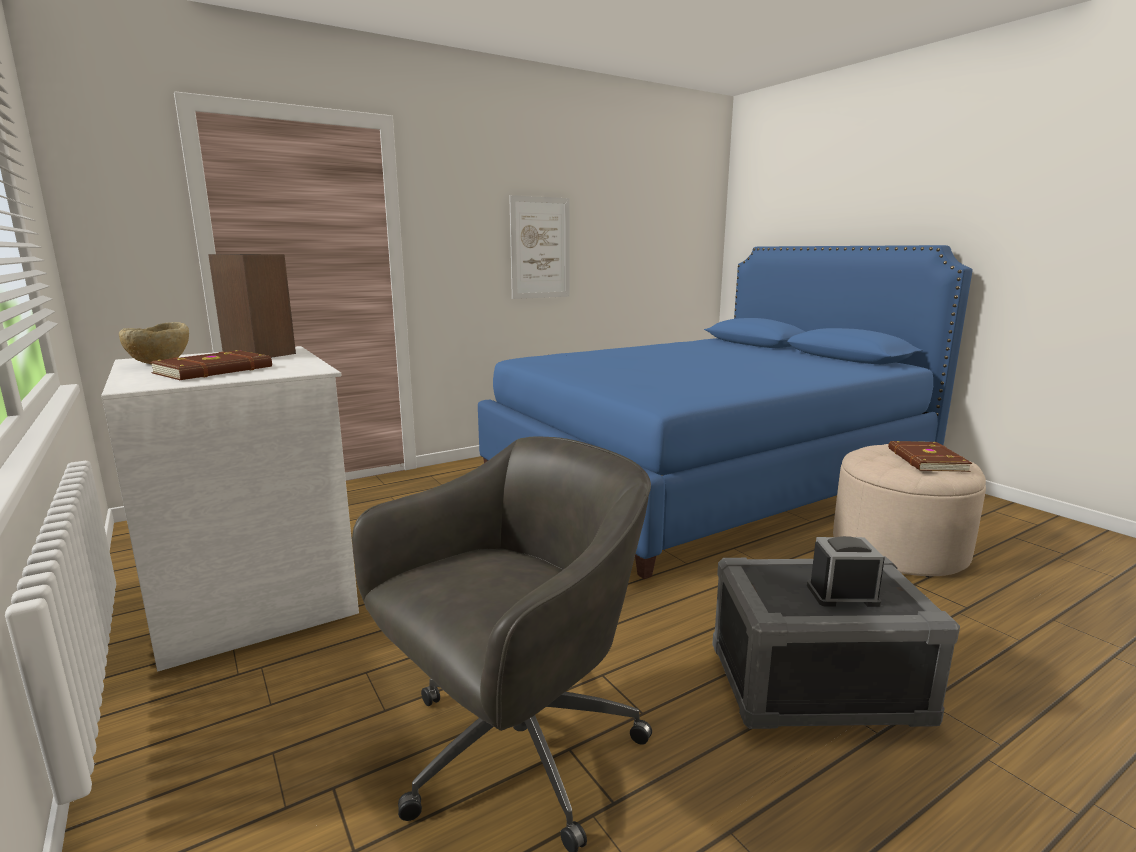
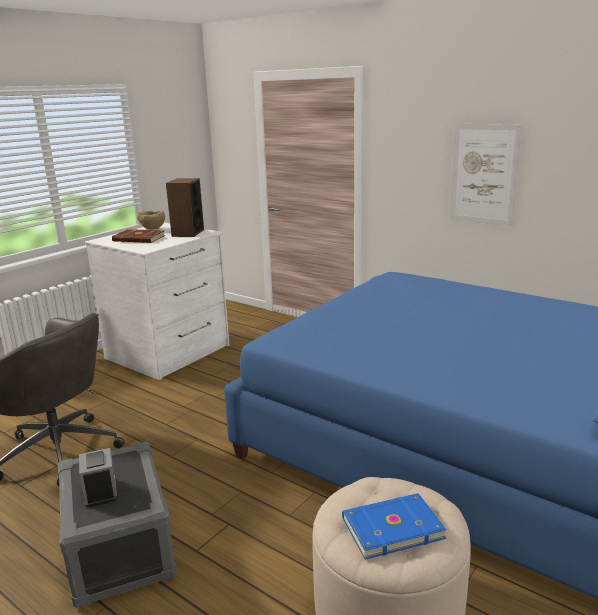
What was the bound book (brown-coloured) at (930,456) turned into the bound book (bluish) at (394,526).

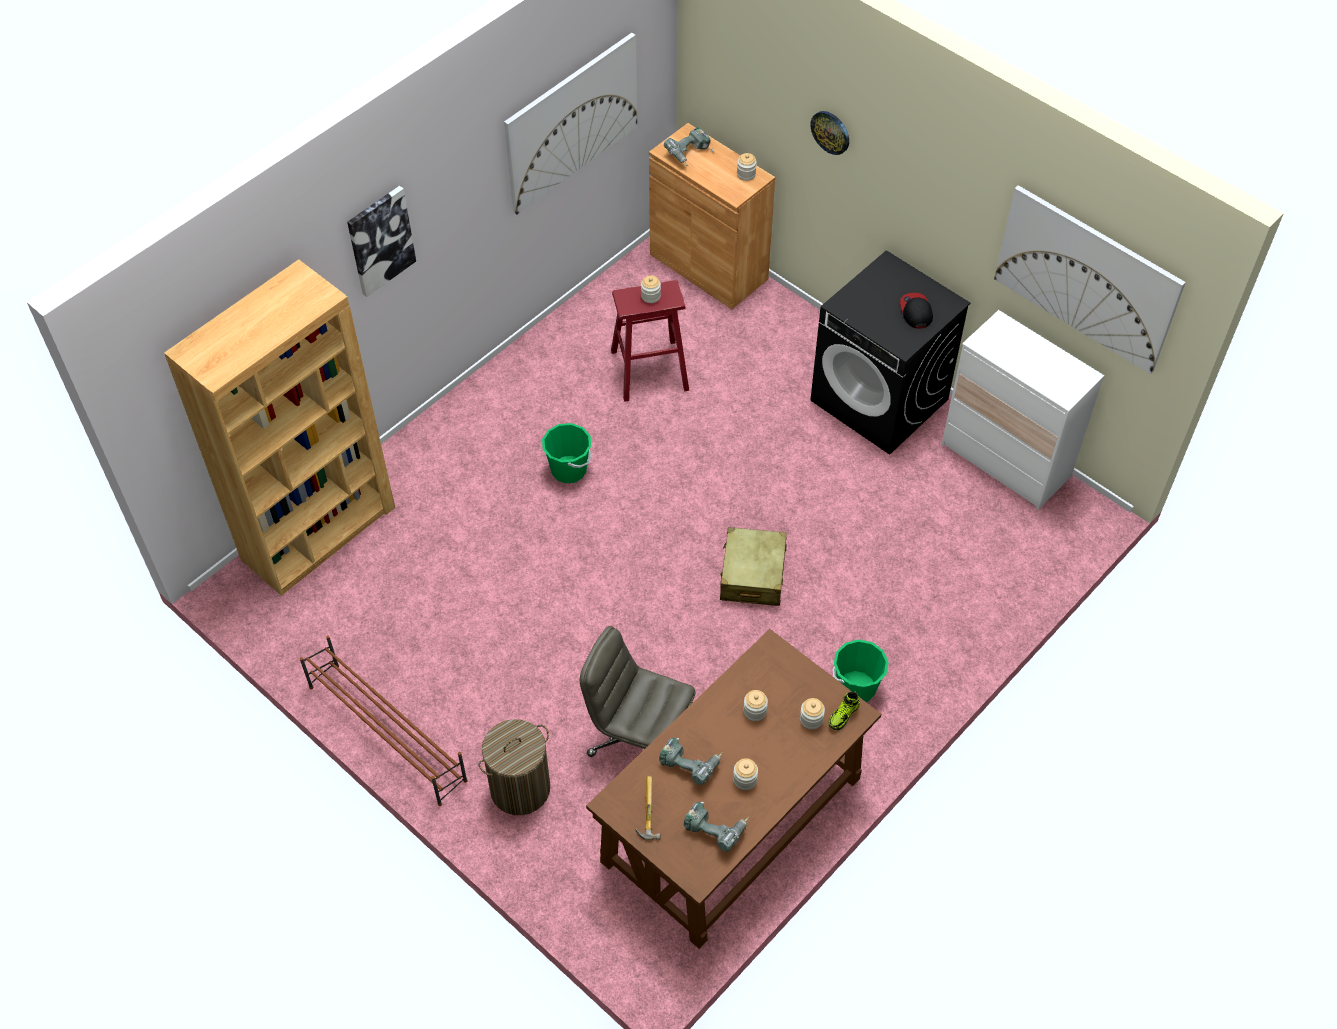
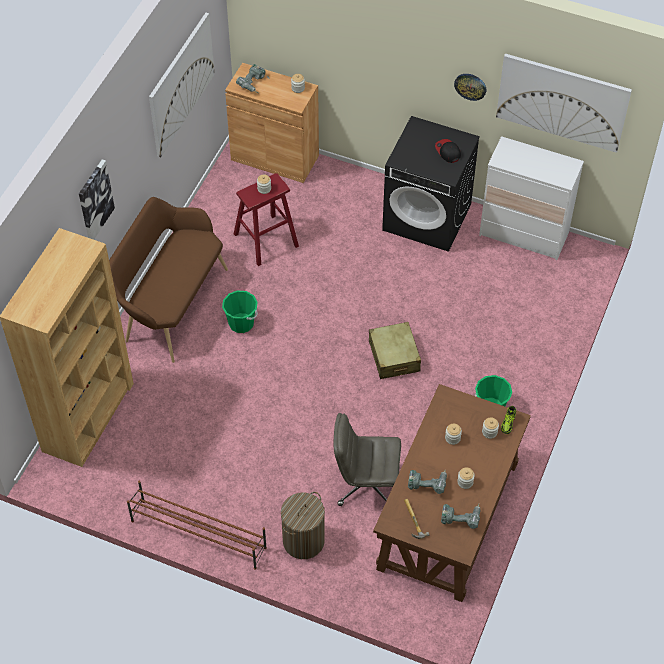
The wall clock ended up elsewhere, having gone from (829,133) to (470,87).
The second view gained the bench (brown-coloured) at (168,280).

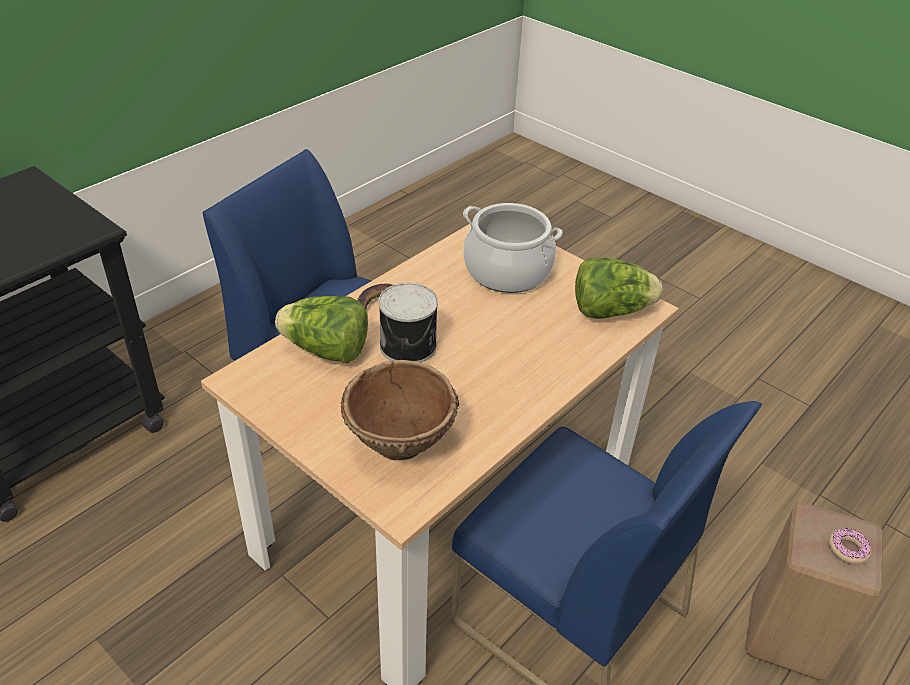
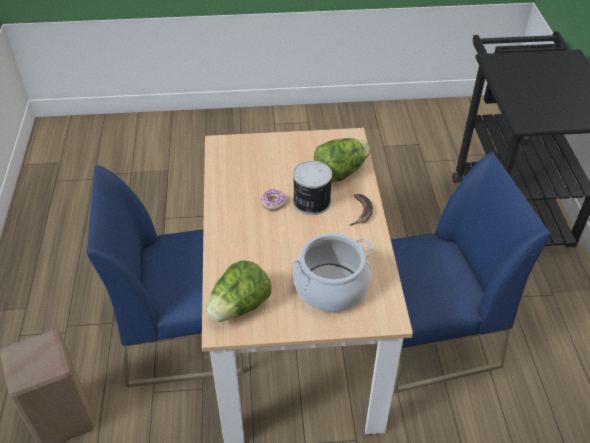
The second view lost the serving bowl (brown-coloured) at (400,410).
The doughnut ended up elsewhere, having gone from (850,546) to (273,199).

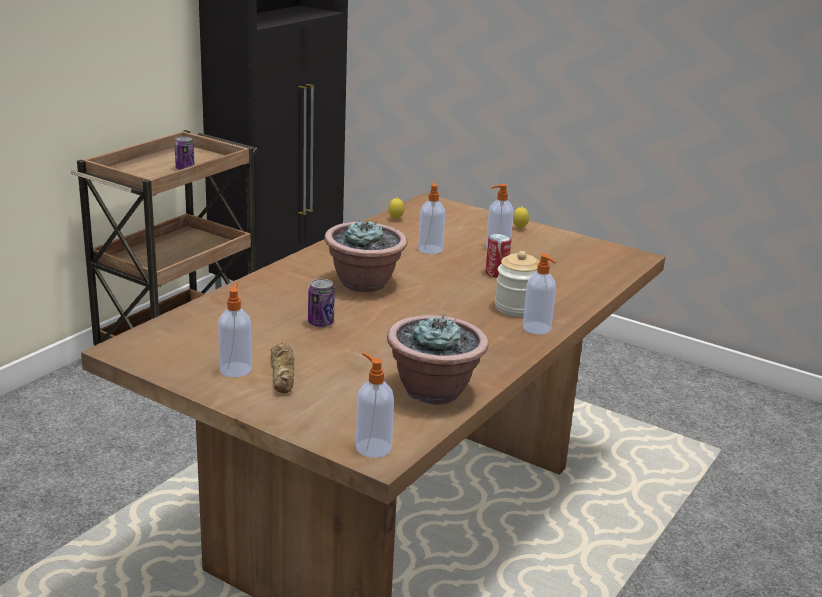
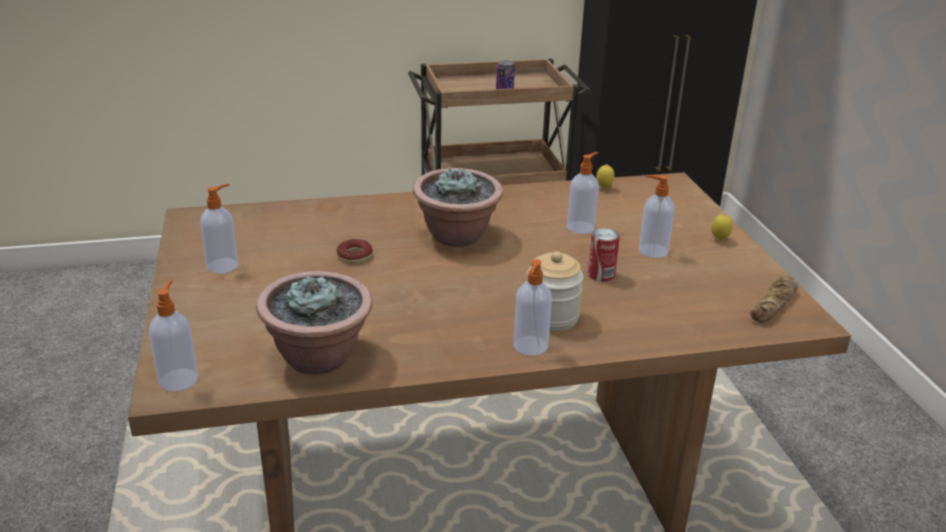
Where the metal can stood at (321,303), the doughnut came to stand at (355,251).
The bakery bread ended up elsewhere, having gone from (282,368) to (774,299).

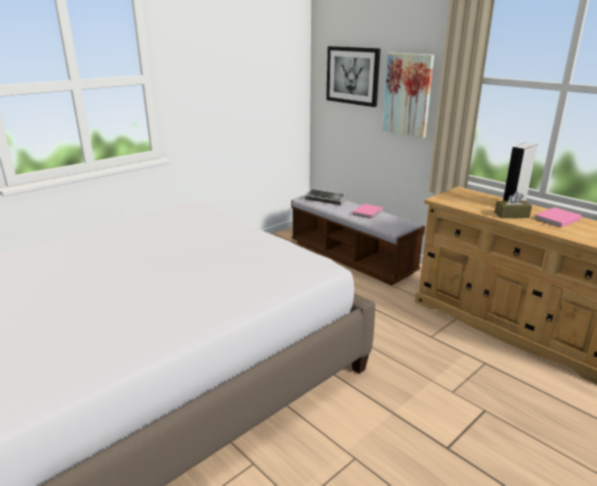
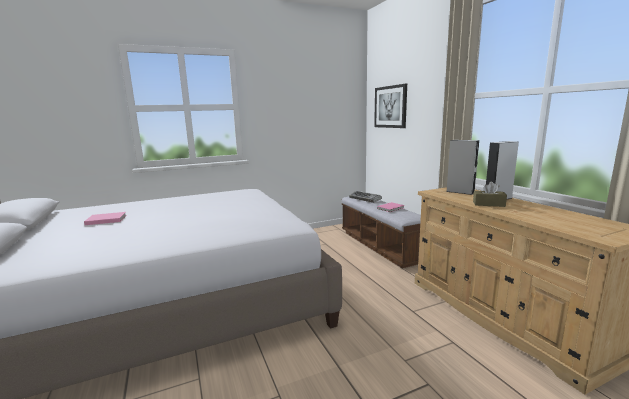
The second view lost the wall art at (408,95).
The bound book (pink-coloured) ended up elsewhere, having gone from (558,217) to (105,218).
The second view gained the speaker (gray) at (462,167).

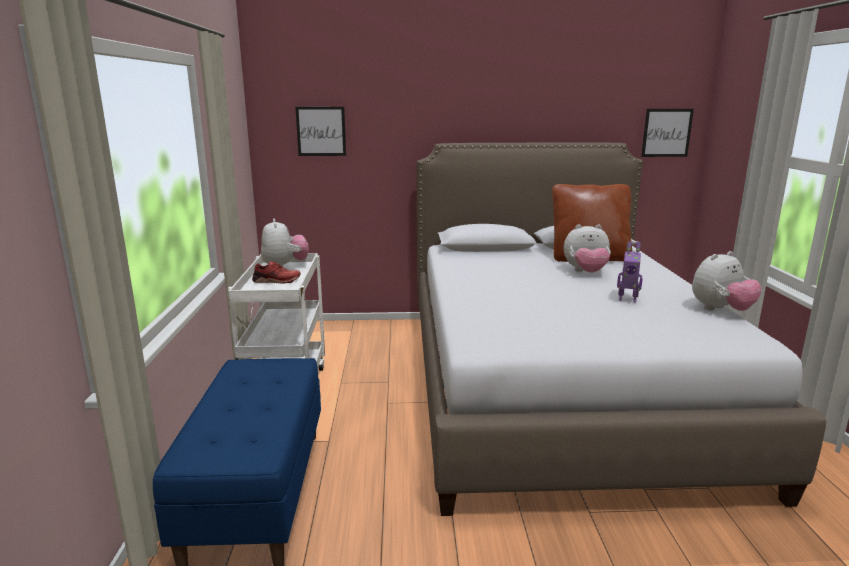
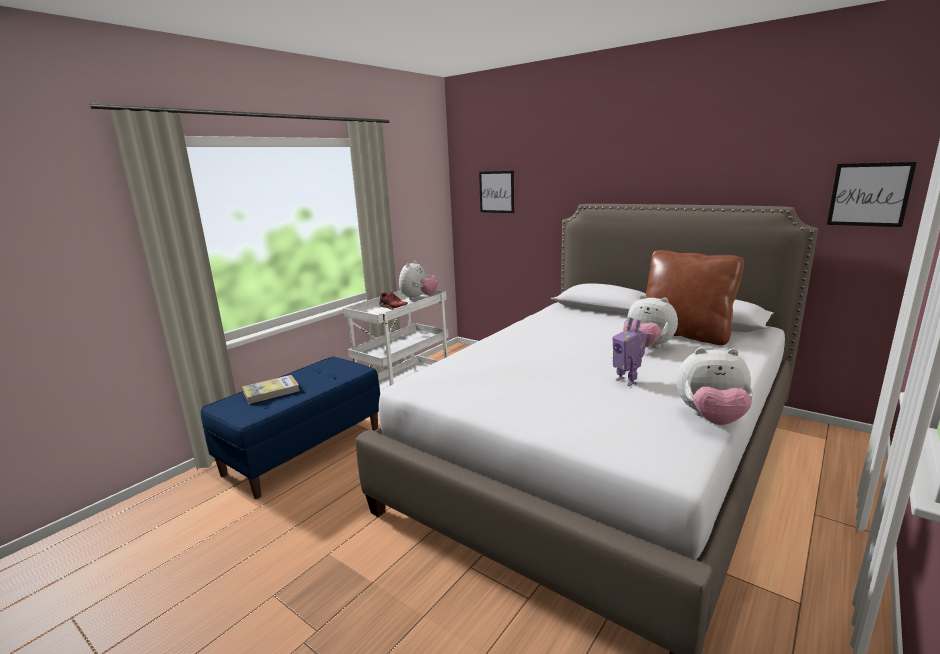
The second view gained the bound book at (271,389).

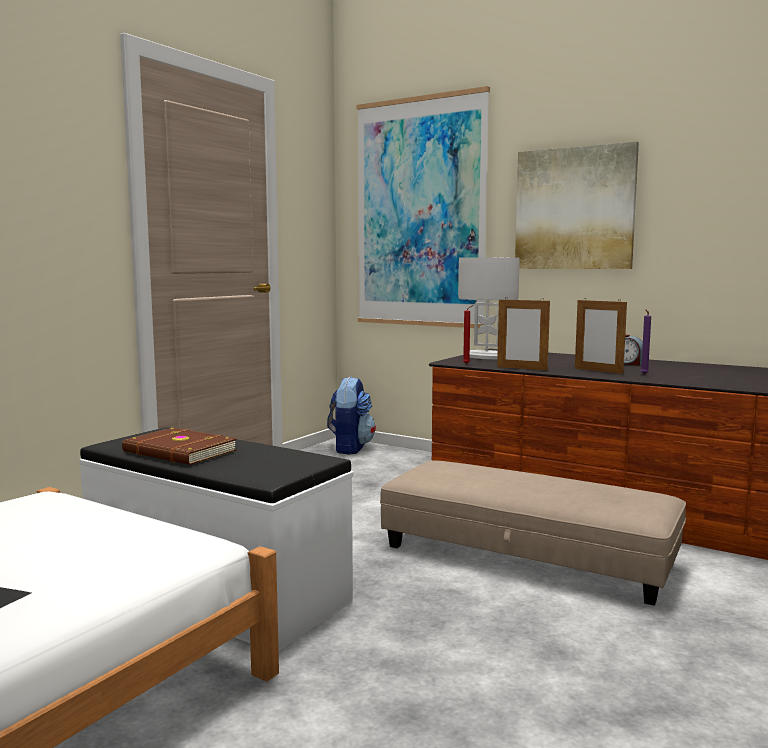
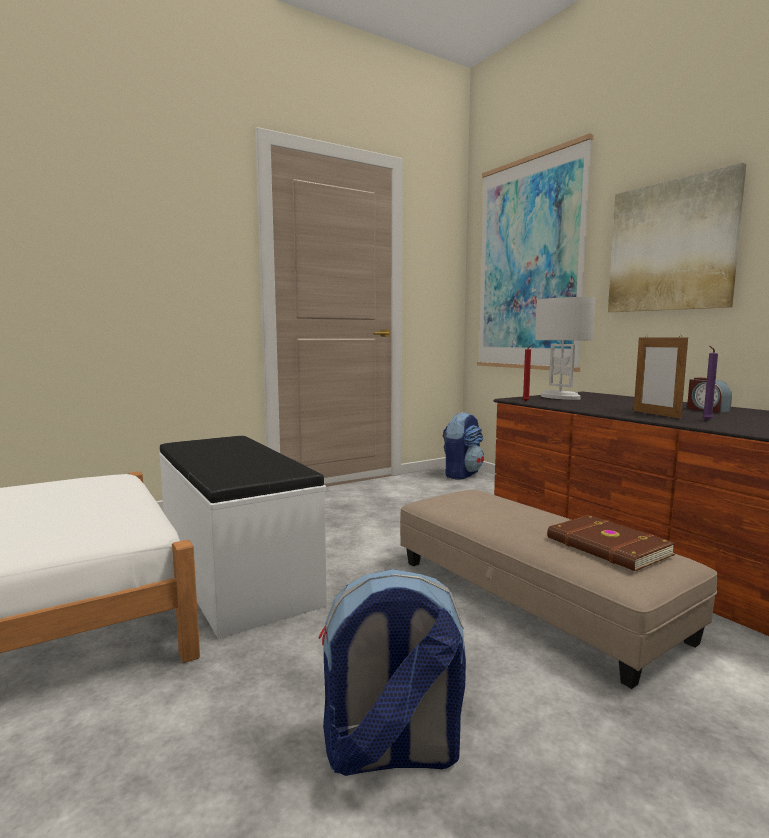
The second view lost the photo frame at (523,333).
The bound book (brown-coloured) ended up elsewhere, having gone from (179,446) to (611,543).
The second view gained the knapsack at (392,672).

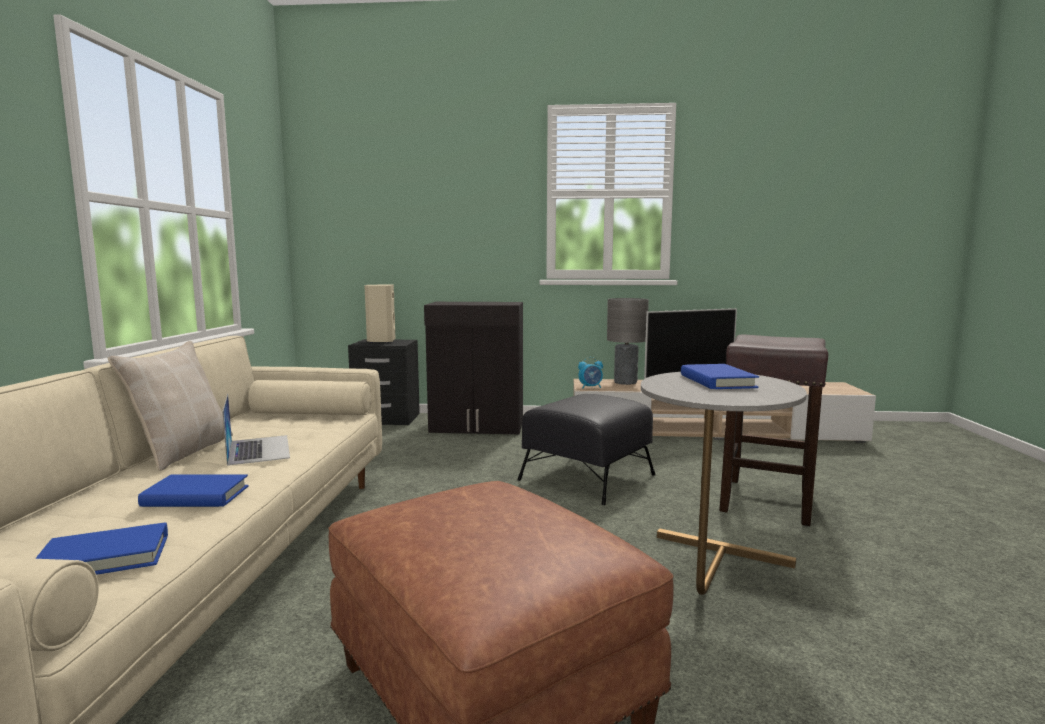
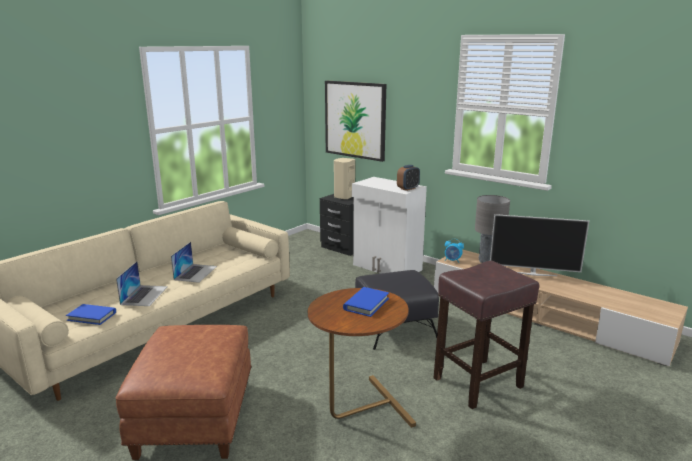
What was the storage cabinet (black) at (473,368) turned into the storage cabinet (whitish) at (389,225).
The second view lost the pillow (sand-coloured) at (170,406).
What was the end table (gray) at (724,483) turned into the end table (brown-coloured) at (362,358).
Where the bound book (bluish) stood at (193,490), the laptop came to stand at (142,283).
The second view gained the wall art at (355,121).
The second view gained the bedside clock at (408,178).

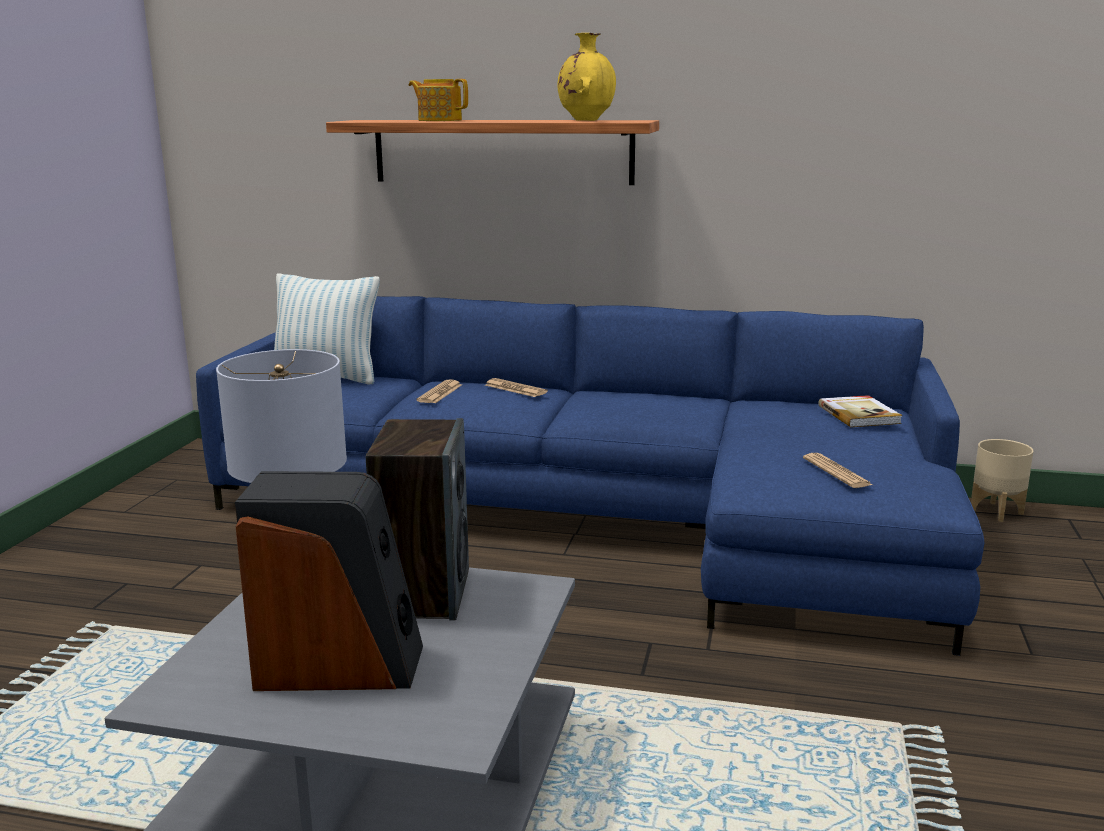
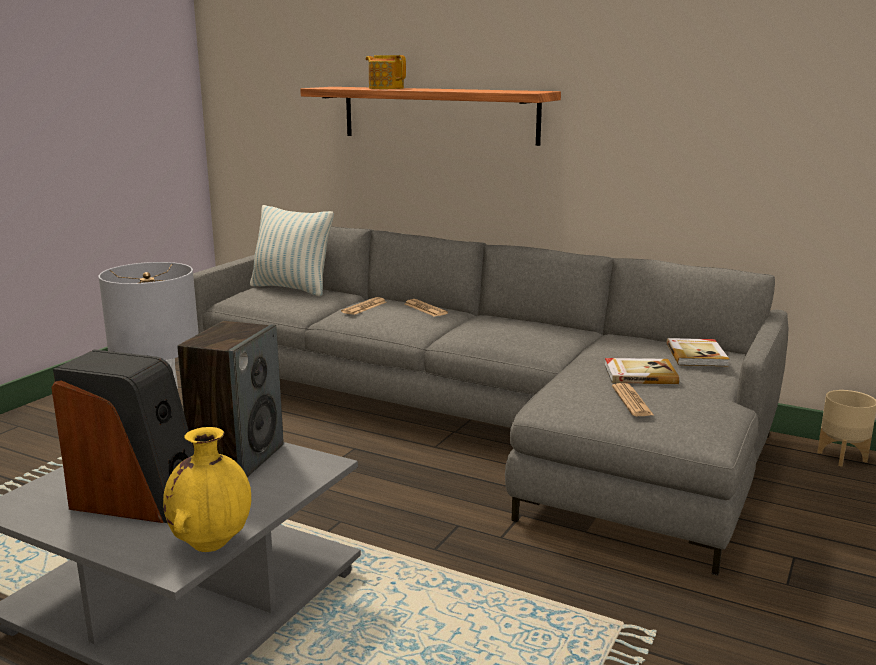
The vase (yellowish) ended up elsewhere, having gone from (587,77) to (207,489).
What was the sofa (bluish) at (590,476) turned into the sofa (gray) at (490,400).
The second view gained the bound book at (641,371).

